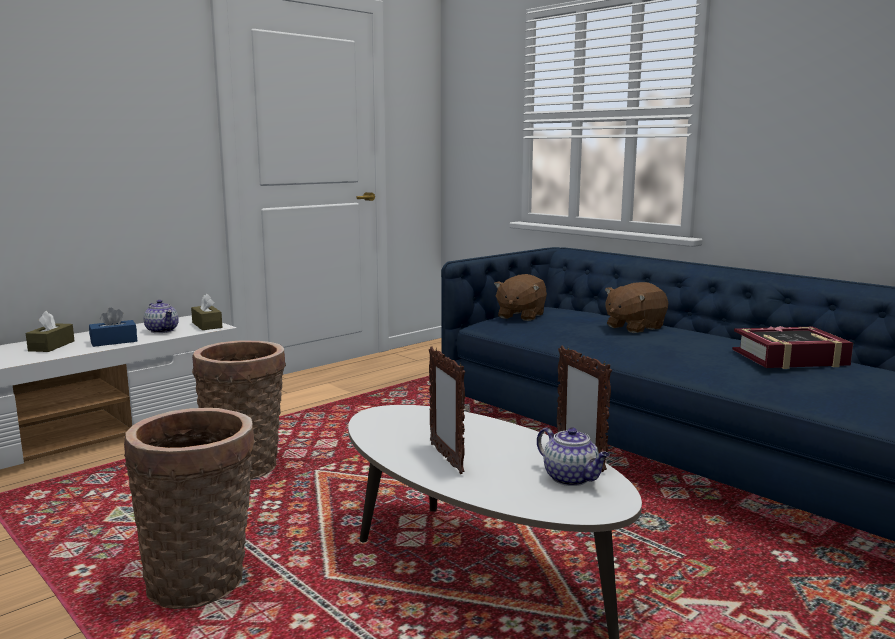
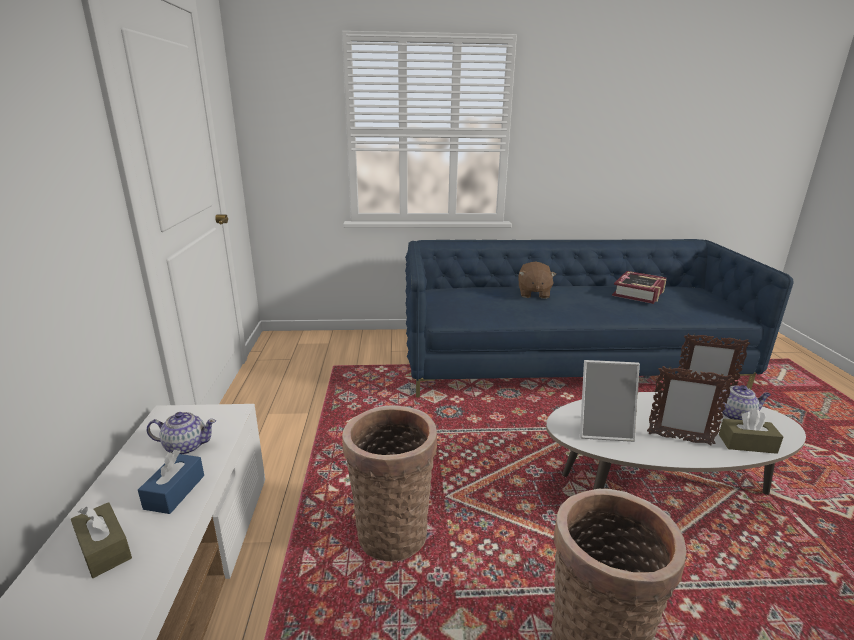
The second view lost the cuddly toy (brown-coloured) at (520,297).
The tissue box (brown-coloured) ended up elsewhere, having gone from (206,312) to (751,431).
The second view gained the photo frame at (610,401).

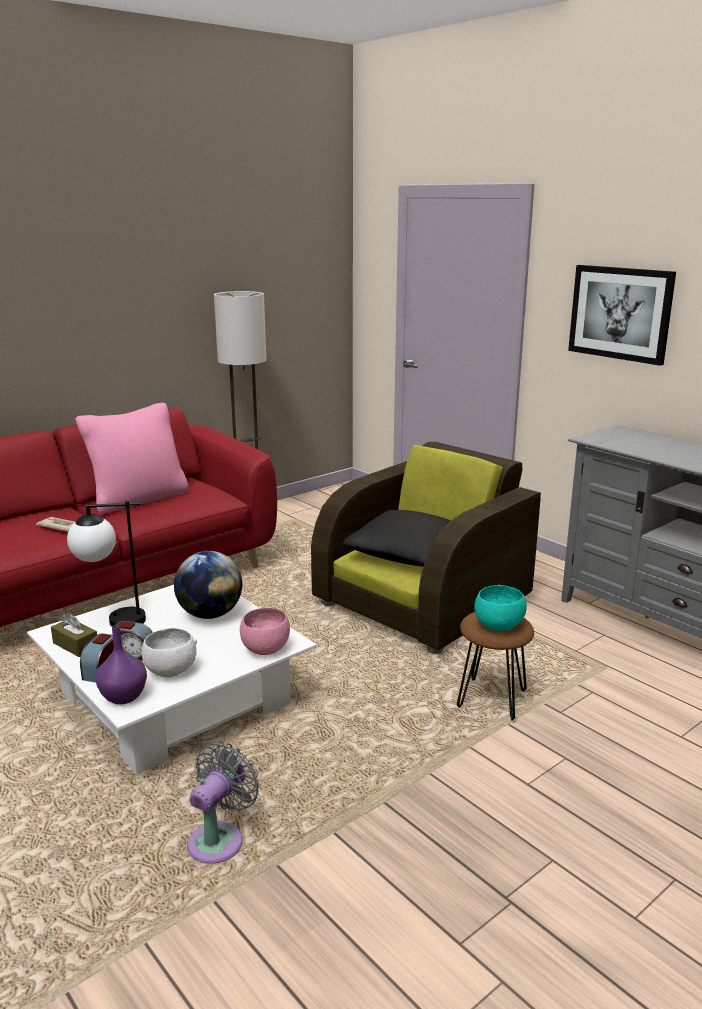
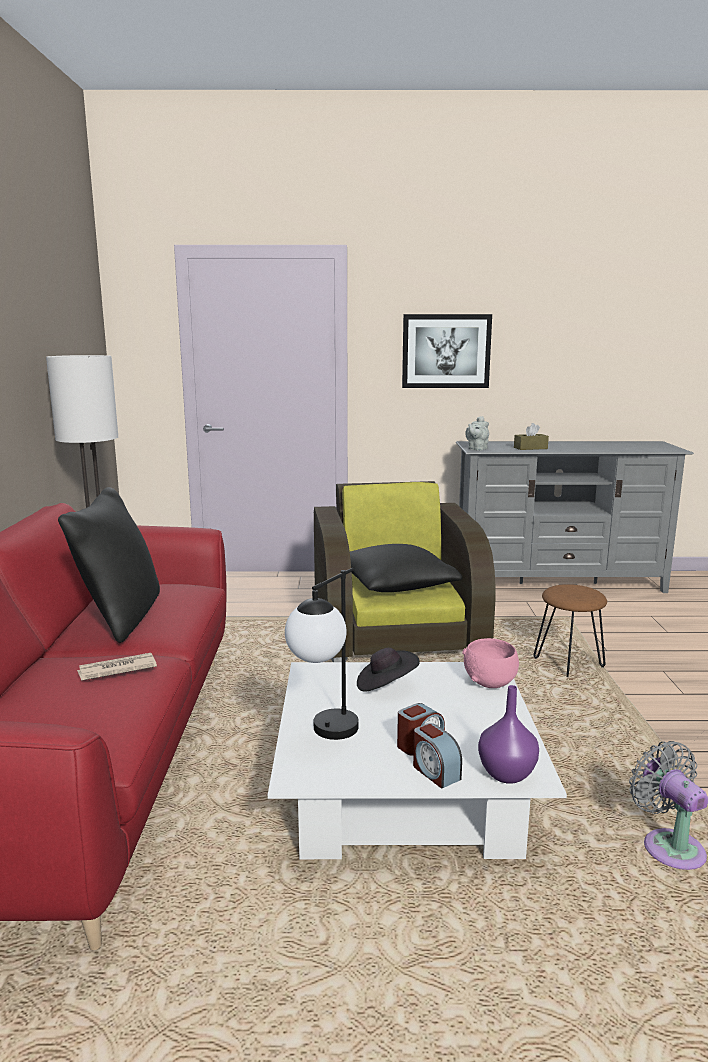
What was the pillow (pink-coloured) at (131,458) turned into the pillow (black) at (109,565).
Where the desk globe stood at (208,585), the hat (black) came to stand at (388,670).
The second view lost the serving bowl (turquoise-coloured) at (500,608).
The tissue box (brown-coloured) ended up elsewhere, having gone from (74,635) to (531,436).
The second view lost the serving bowl (whitish) at (169,652).
The second view gained the tea pot (gray) at (477,433).

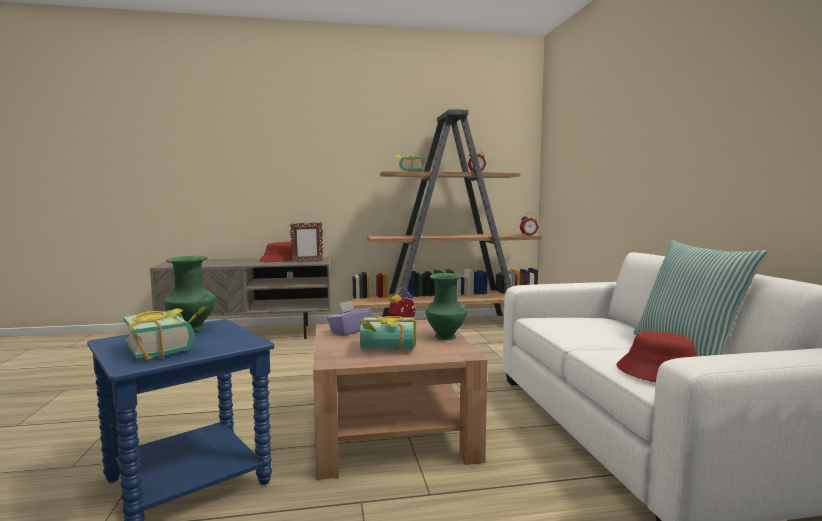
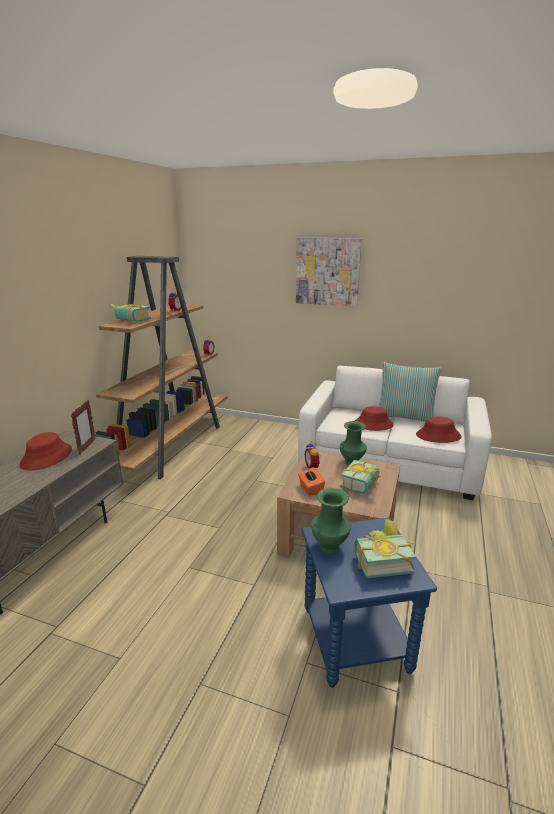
What was the tissue box (purplish) at (349,318) turned into the tissue box (orange) at (311,481).
The second view gained the wall art at (329,272).
The second view gained the hat (reddish) at (374,418).

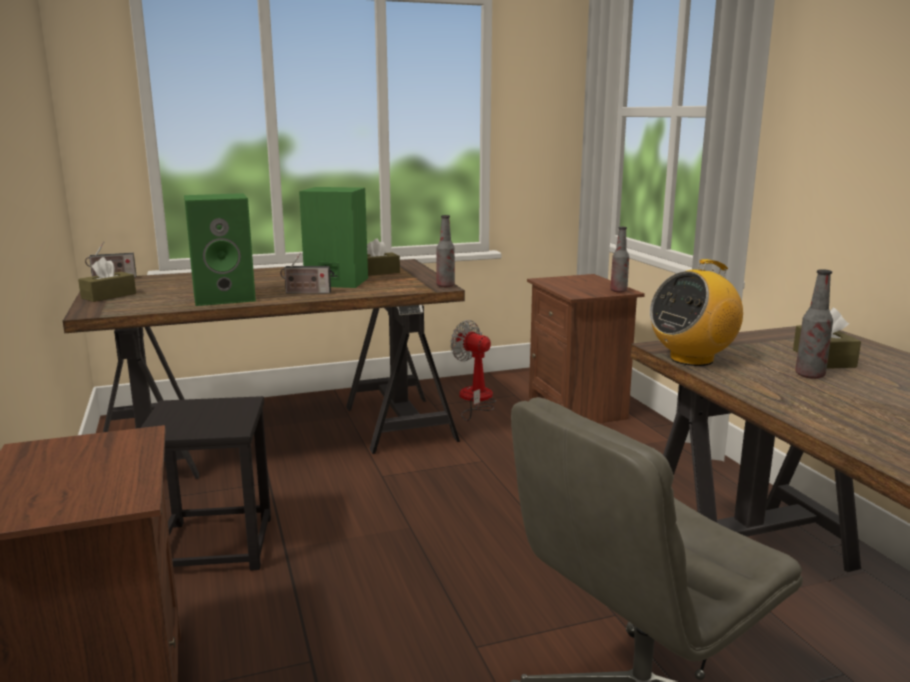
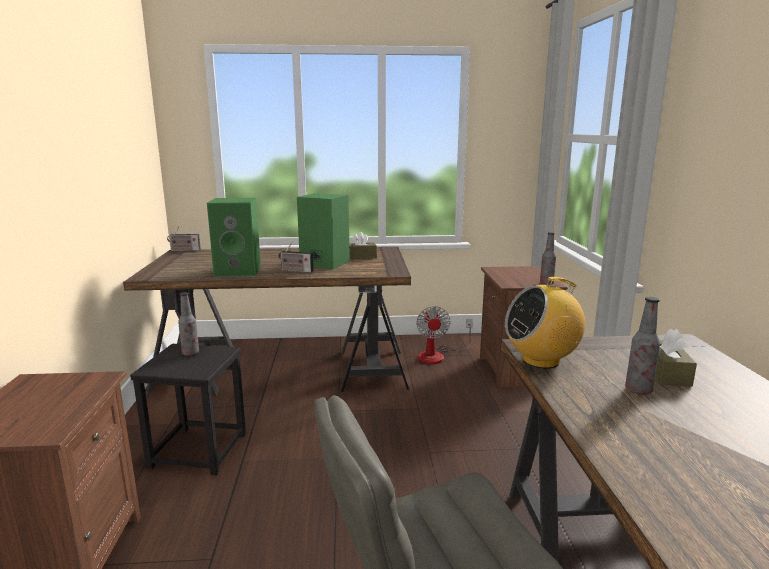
The bottle ended up elsewhere, having gone from (445,251) to (188,324).
The second view lost the tissue box (brown-coloured) at (107,279).
The electric fan at (473,370) ended up facing another way, 150 degrees counterclockwise from before.

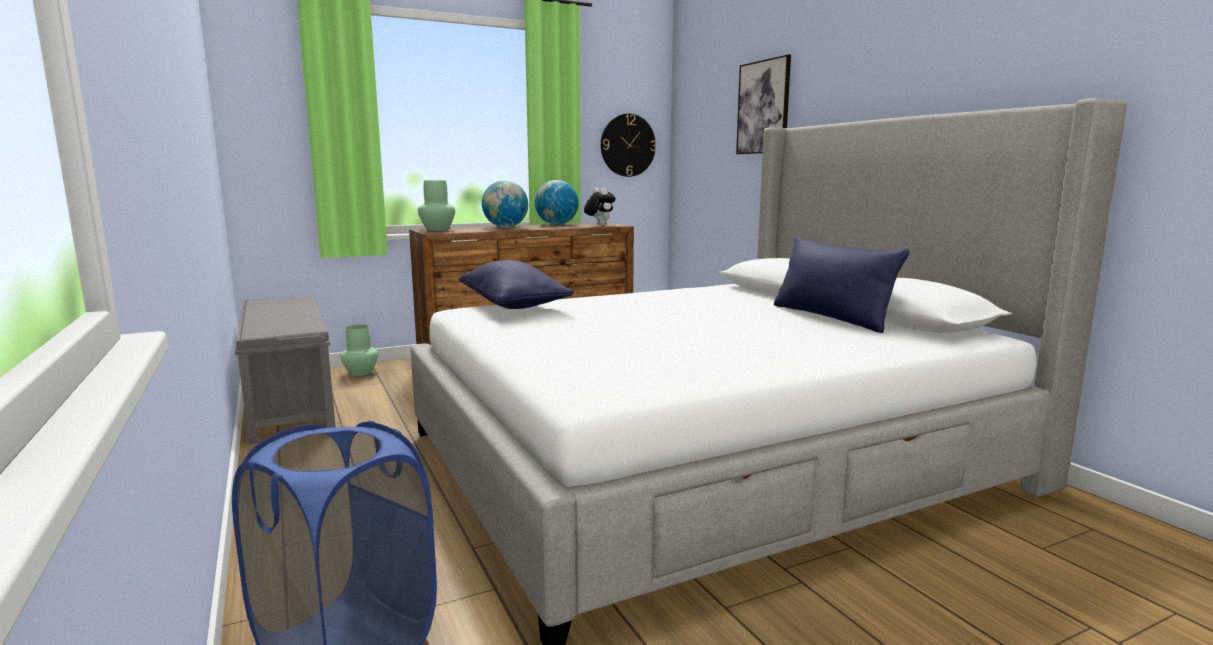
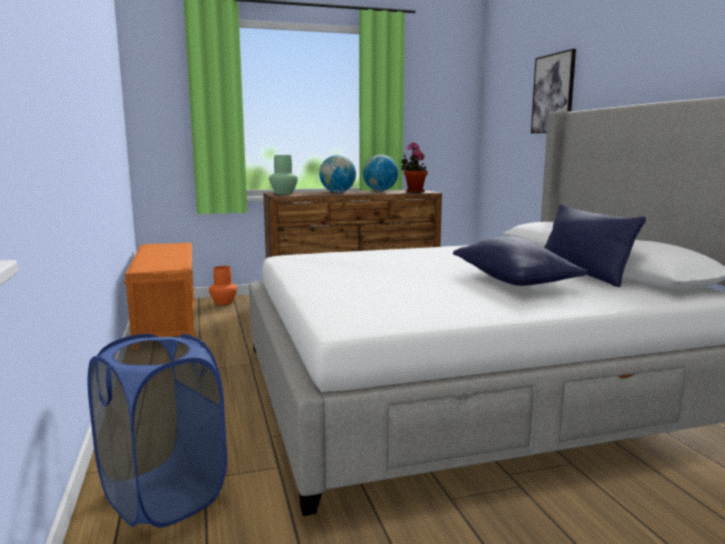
The second view lost the wall clock at (628,145).
Where the cuddly toy stood at (600,207), the houseplant came to stand at (414,167).
The pillow (bluish) ended up elsewhere, having gone from (516,284) to (520,261).
What was the bench (gray) at (285,370) turned into the bench (orange) at (159,290).
What was the vase (green-coloured) at (359,350) turned into the vase (orange) at (223,285).

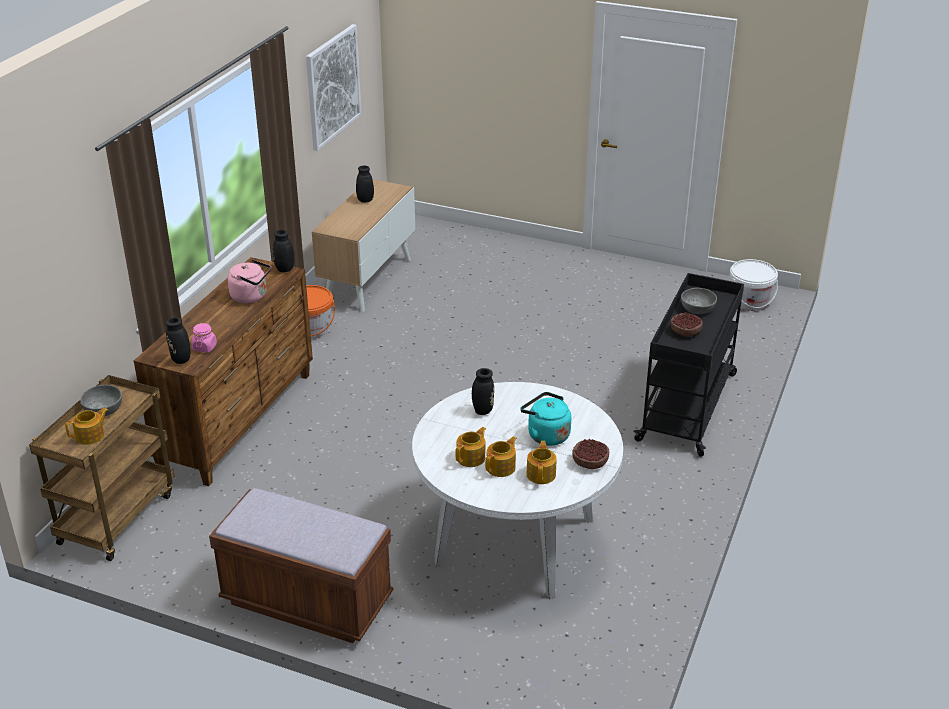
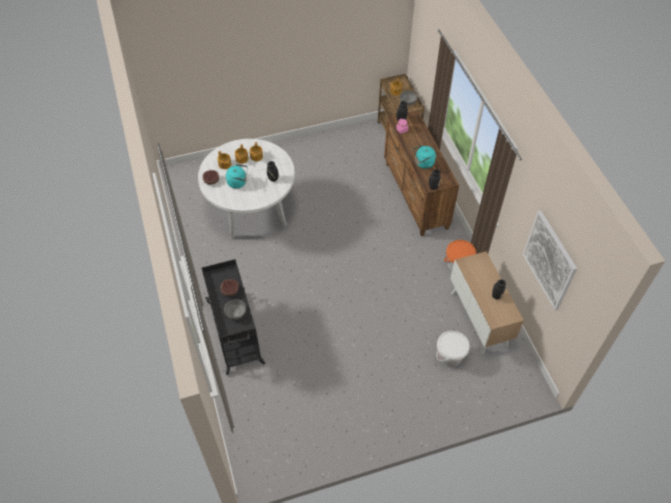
The water bucket (whitish) ended up elsewhere, having gone from (754,285) to (453,349).
What was the tea kettle (pink-coloured) at (249,282) turned into the tea kettle (turquoise-coloured) at (424,157).
The second view lost the bench (brown-coloured) at (301,565).

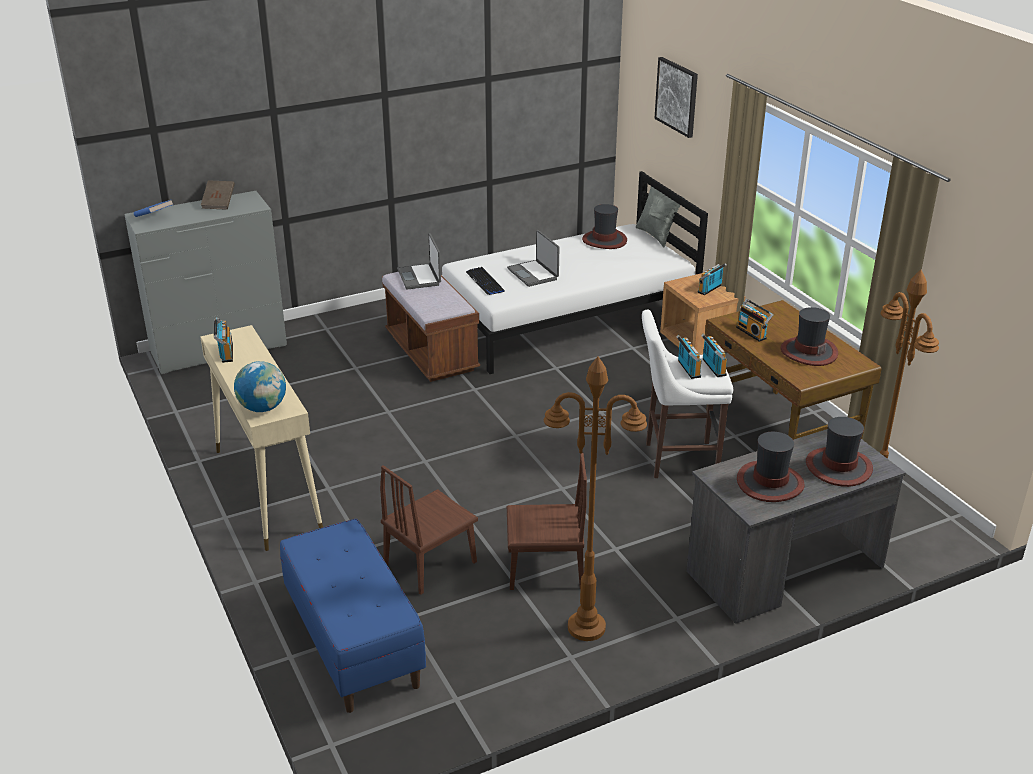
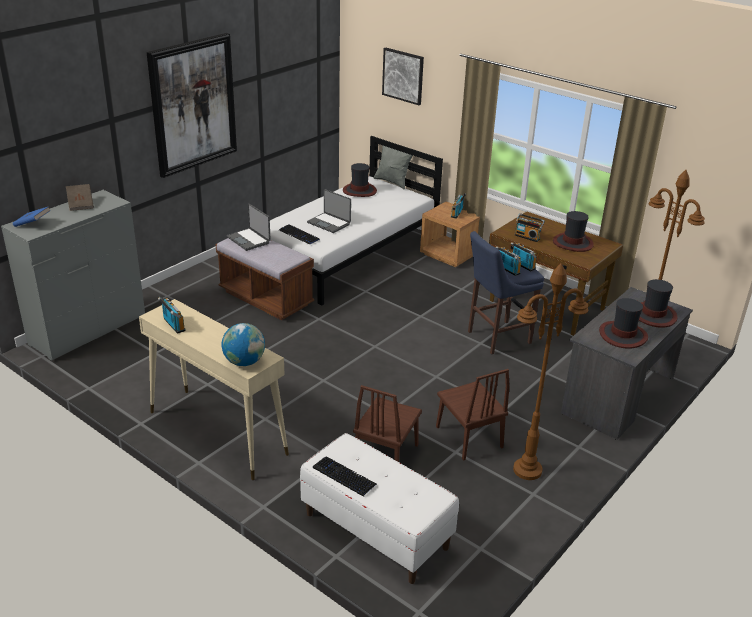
What was the stool seat (whitish) at (687,394) turned into the stool seat (bluish) at (506,292).
The chair (brown-coloured) at (547,521) ended up facing another way, 90 degrees clockwise from before.
What was the bench (bluish) at (353,616) turned into the bench (whitish) at (379,508).
The second view gained the wall art at (191,105).
The second view gained the computer keyboard at (345,476).

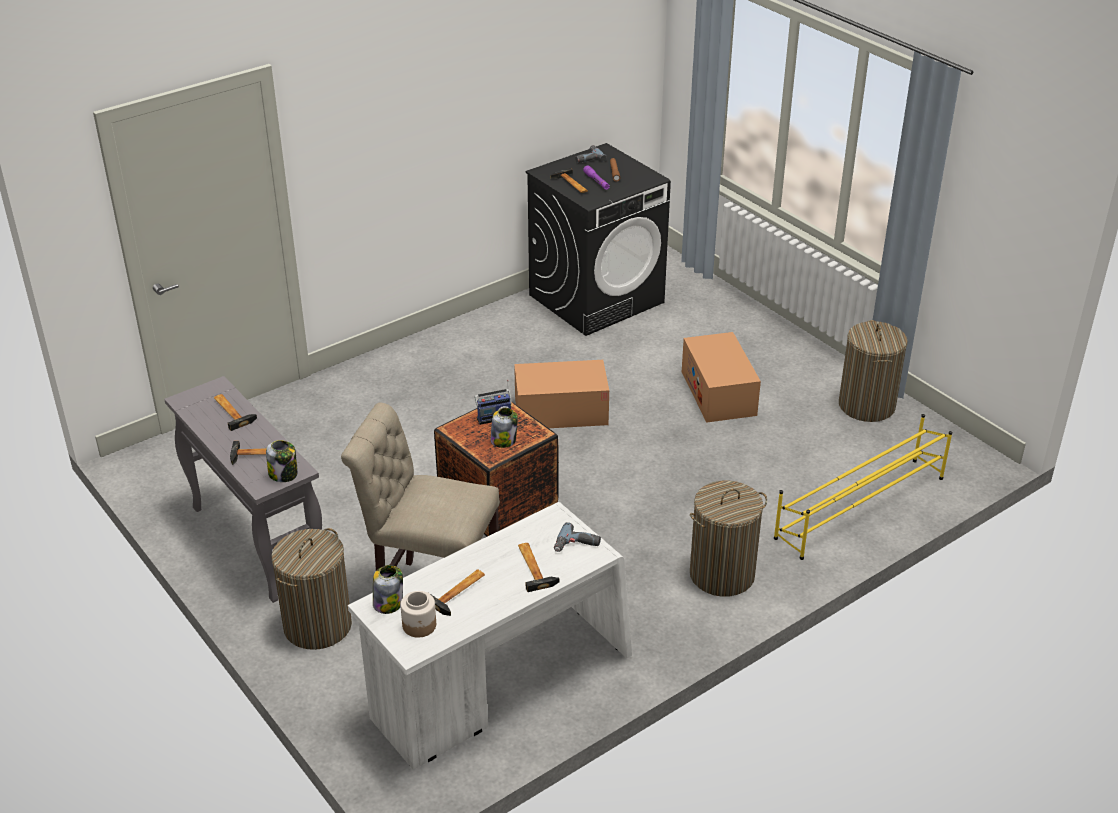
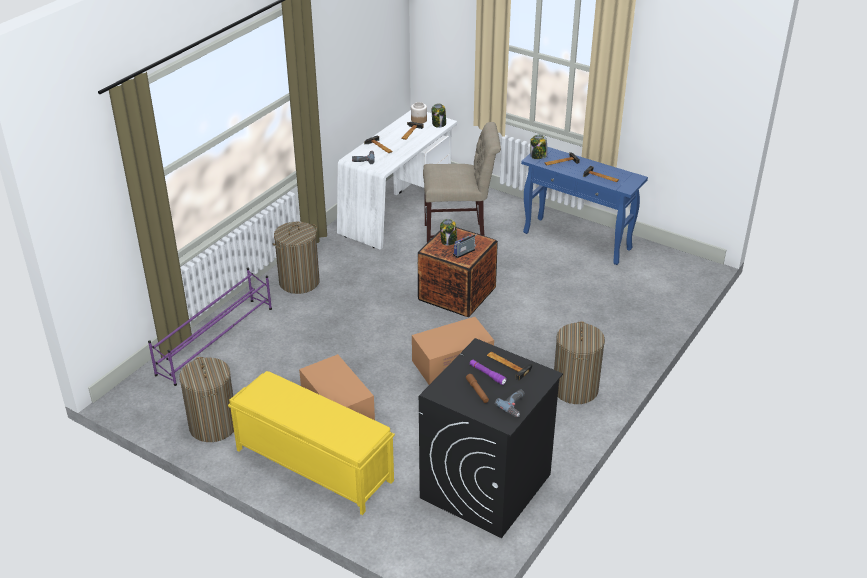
What was the hall table (gray) at (243,489) turned into the hall table (bluish) at (584,206).
What was the shoe shelf (yellowish) at (863,487) turned into the shoe shelf (purplish) at (210,327).
The hamper ended up elsewhere, having gone from (312,589) to (579,362).
The second view gained the bench (yellowish) at (311,443).

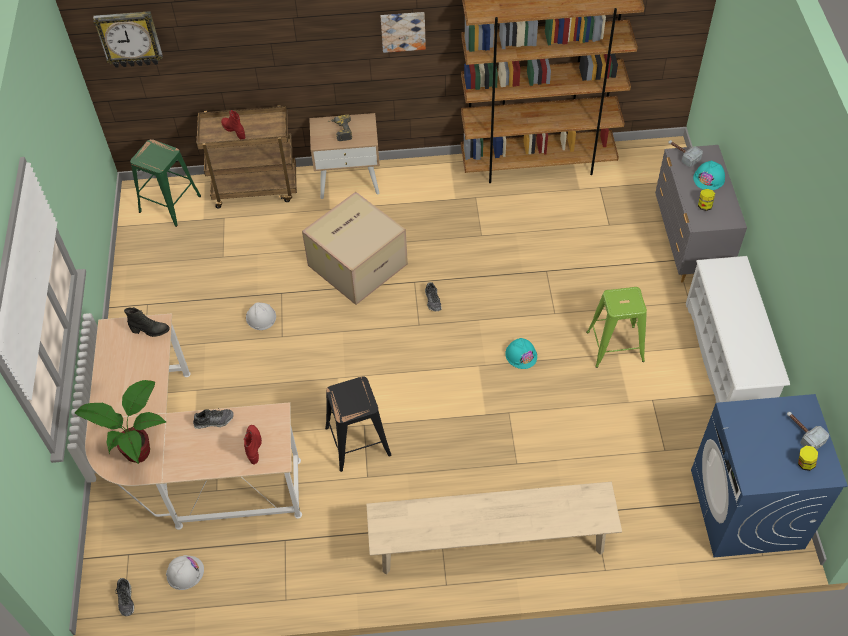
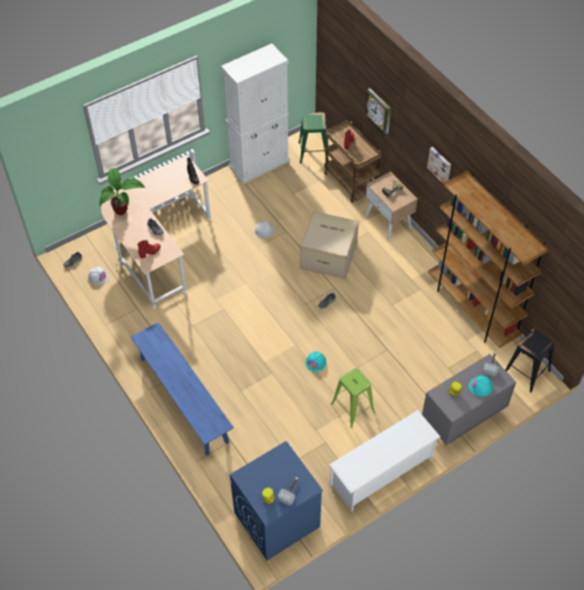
The wall clock ended up elsewhere, having gone from (128,39) to (378,112).
The stool seat (black) ended up elsewhere, having gone from (358,424) to (530,361).
What was the bench (sand-coloured) at (494,528) turned into the bench (bluish) at (182,388).
The second view gained the storage cabinet (whitish) at (255,114).

